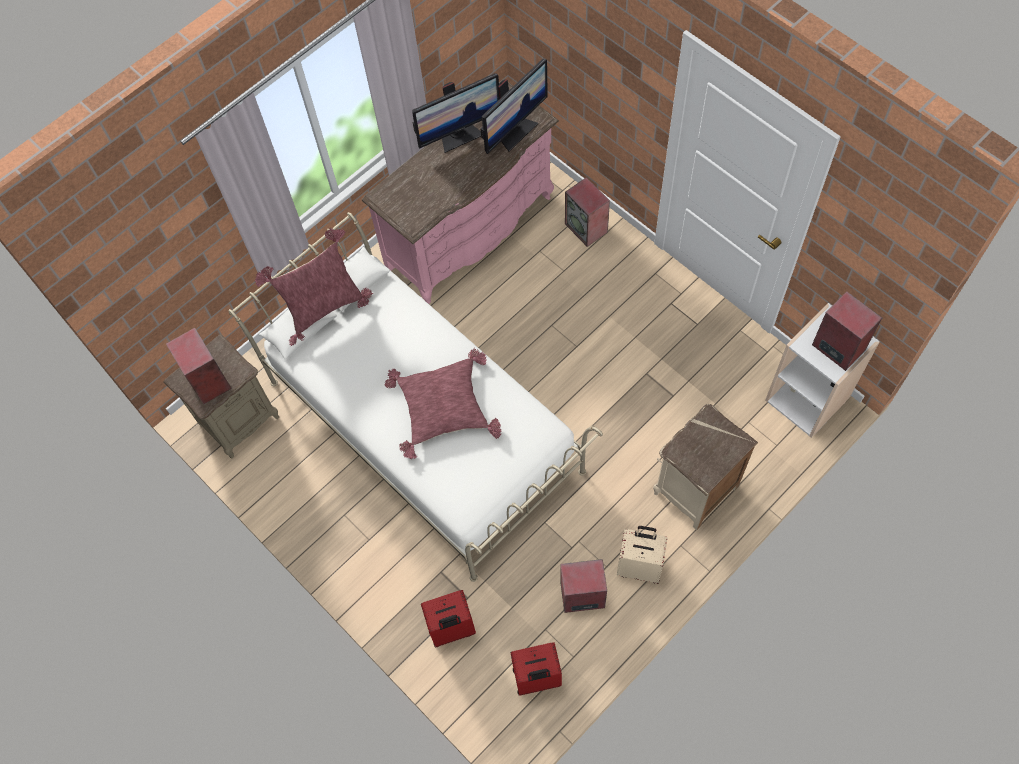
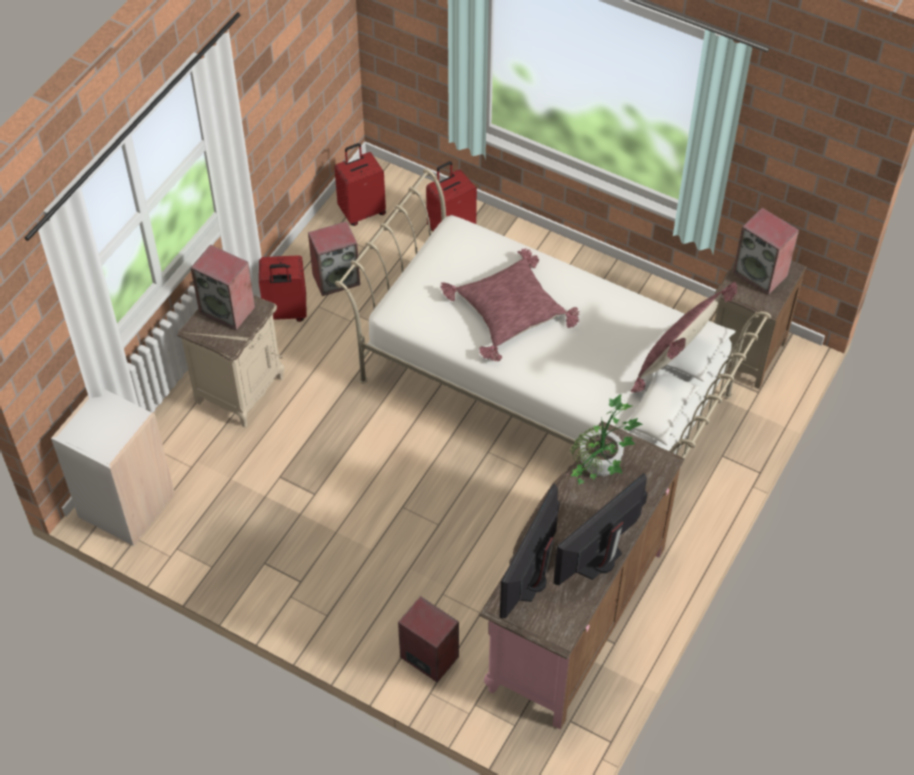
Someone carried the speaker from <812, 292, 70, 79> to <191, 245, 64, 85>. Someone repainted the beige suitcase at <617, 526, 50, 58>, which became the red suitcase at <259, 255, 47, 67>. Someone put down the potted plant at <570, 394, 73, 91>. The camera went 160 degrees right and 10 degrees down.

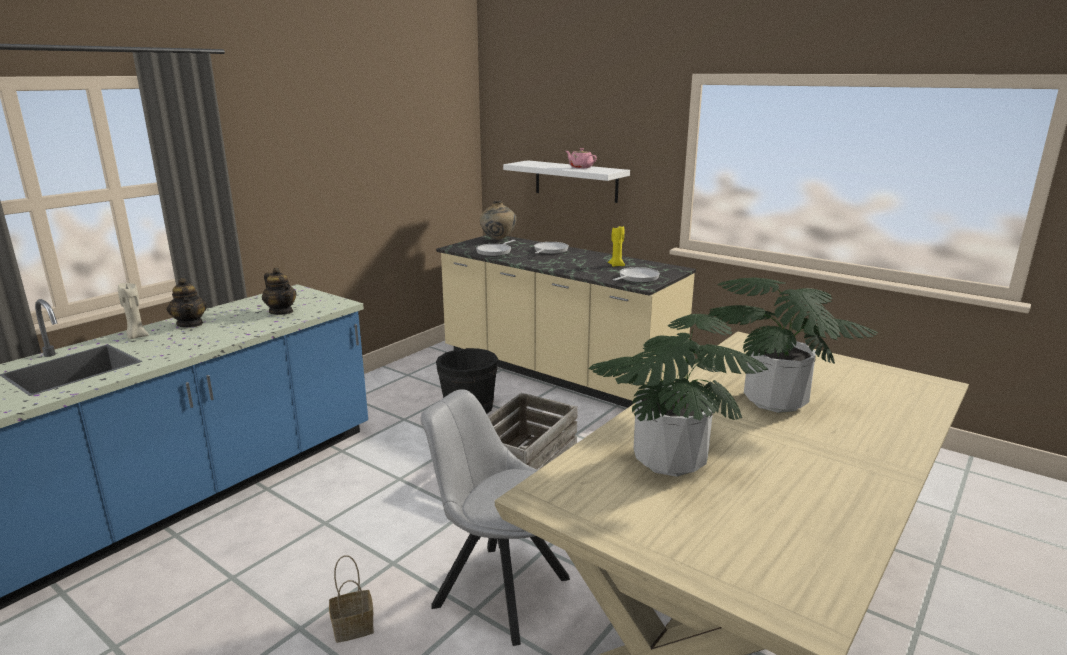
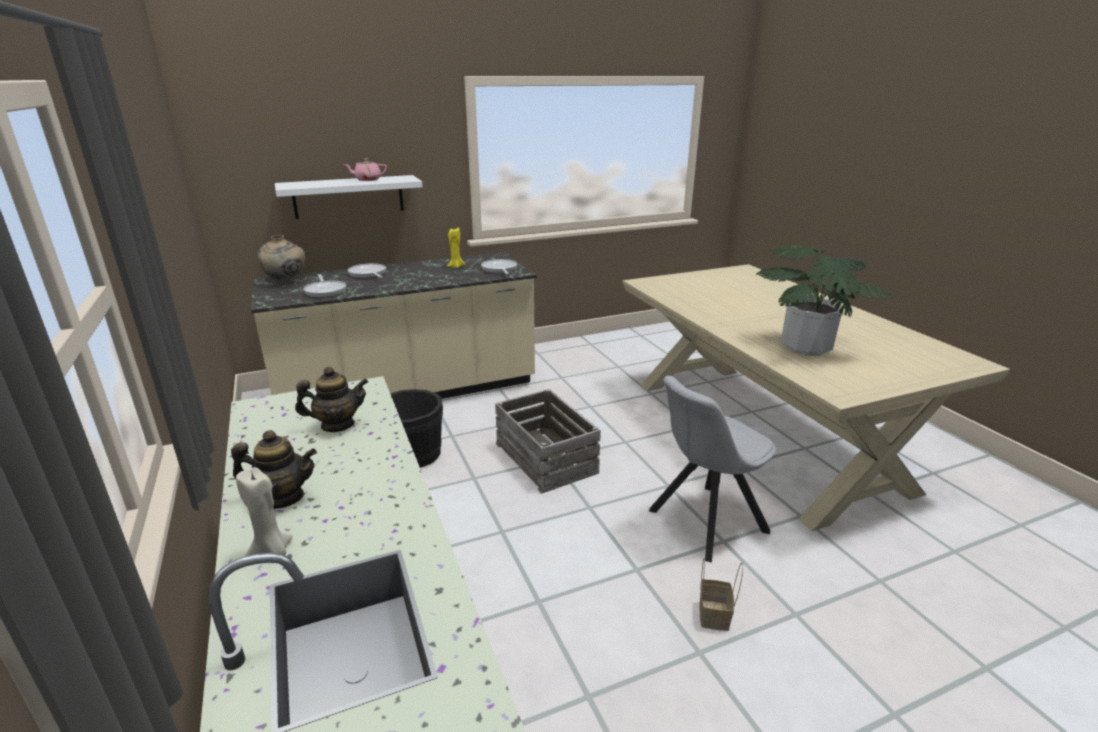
Someone took away the potted plant at <708, 277, 170, 136>. The camera went 60 degrees left and 5 degrees up.

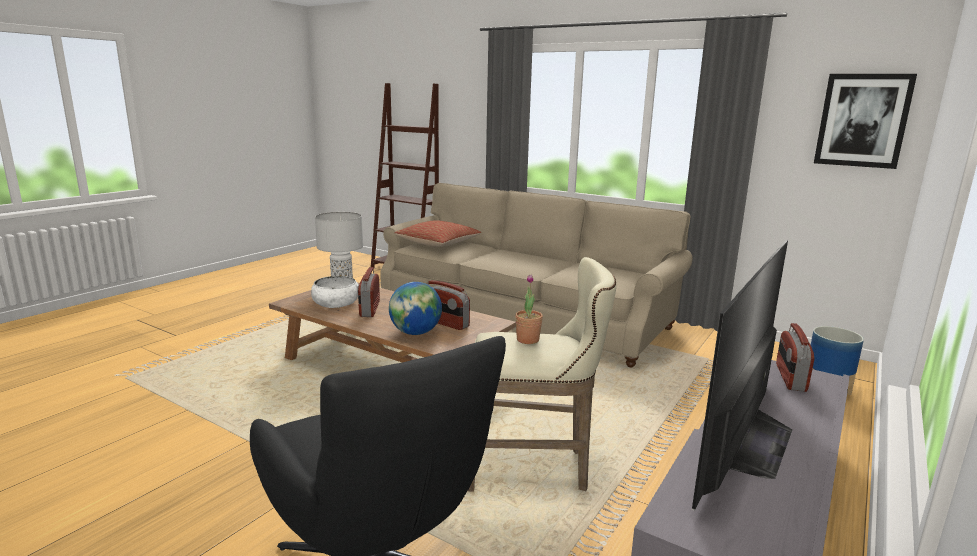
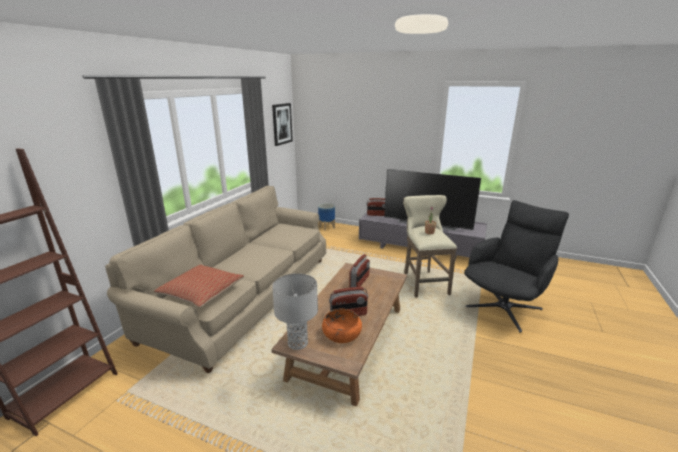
Someone repainted the white bowl at <311, 276, 48, 32>, which became the orange bowl at <322, 309, 40, 34>. Someone took away the globe at <389, 282, 53, 53>. The camera went 100 degrees left and 5 degrees up.

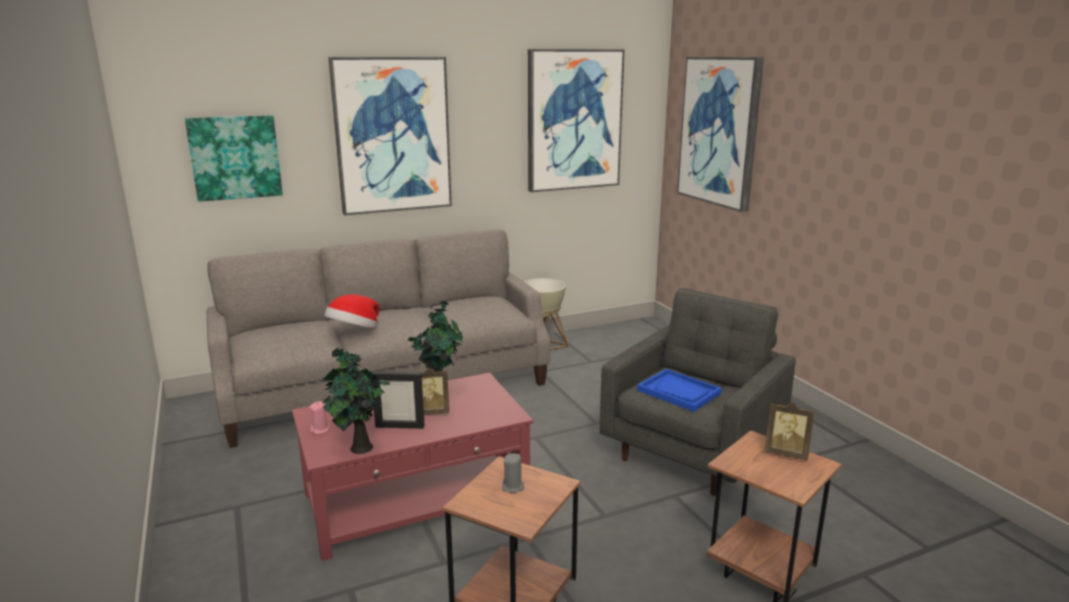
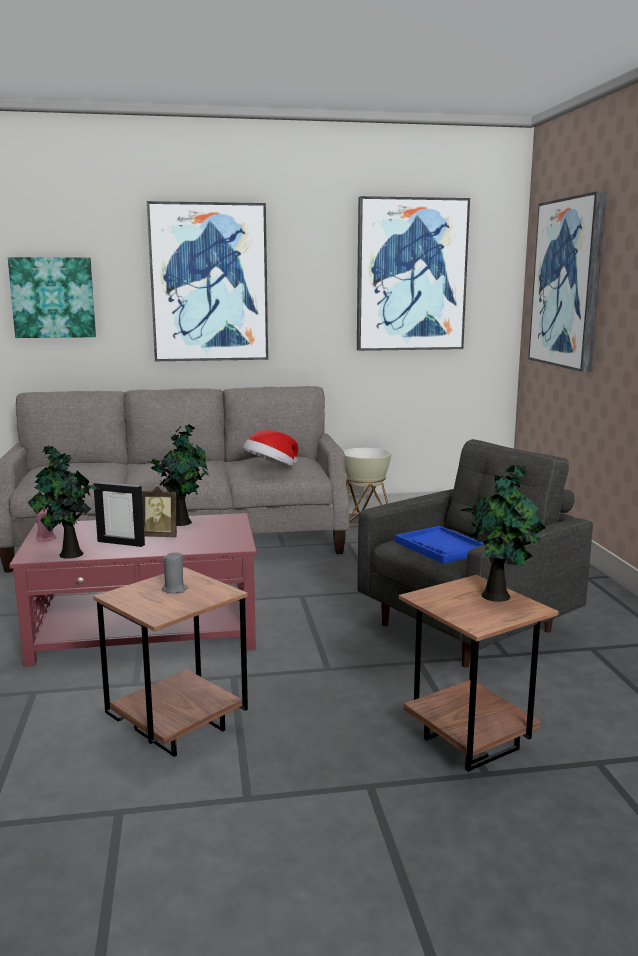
Someone carried the hat from <324, 294, 55, 35> to <243, 430, 55, 37>. Someone swapped the picture frame at <764, 402, 51, 58> for the potted plant at <461, 465, 85, 137>. The camera went 15 degrees right and 5 degrees down.

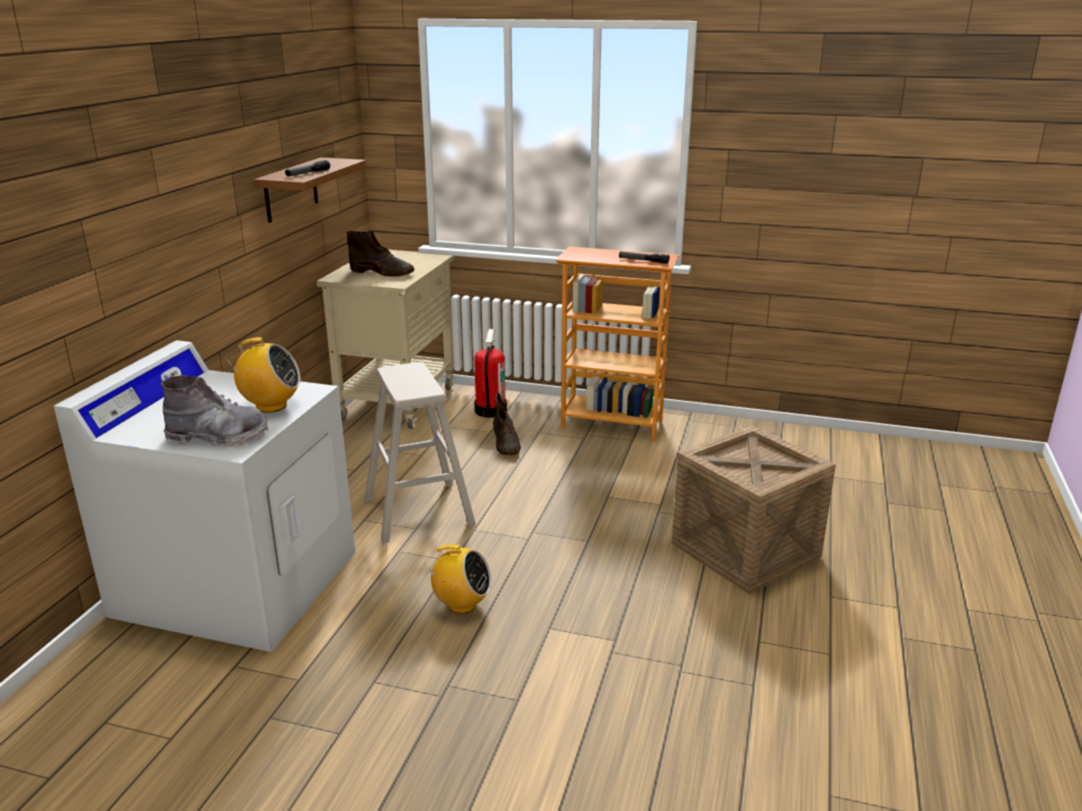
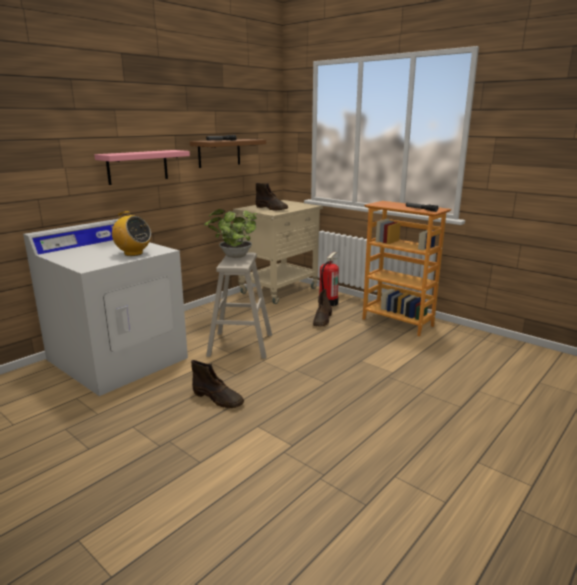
Someone took away the grey boot at <161, 375, 107, 72>. Someone took away the crate at <672, 425, 164, 169>. Someone swapped the radio at <424, 545, 67, 69> for the brown boot at <191, 360, 53, 48>. Someone put up the pink shelf at <94, 150, 96, 35>. Someone put down the potted plant at <204, 209, 53, 49>. The camera went 25 degrees right and 5 degrees down.

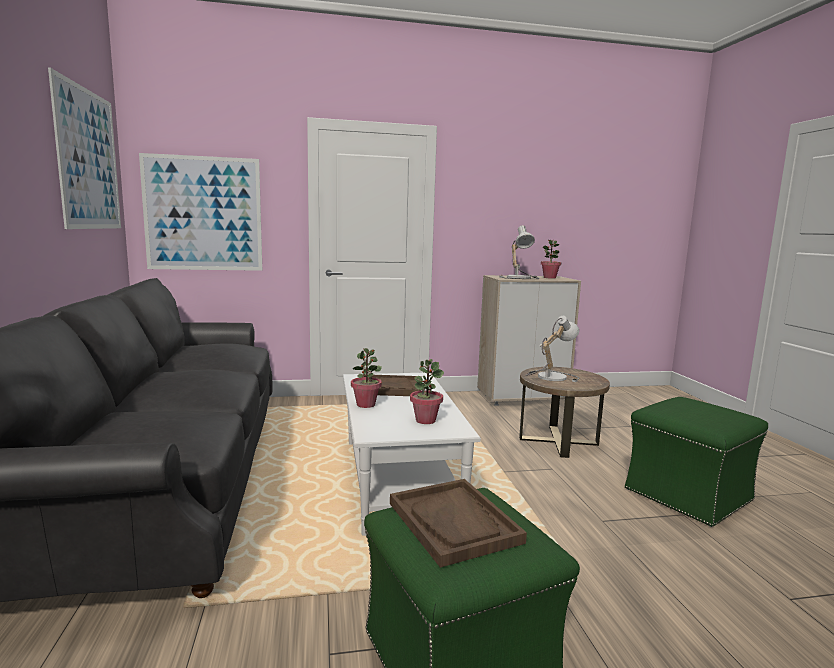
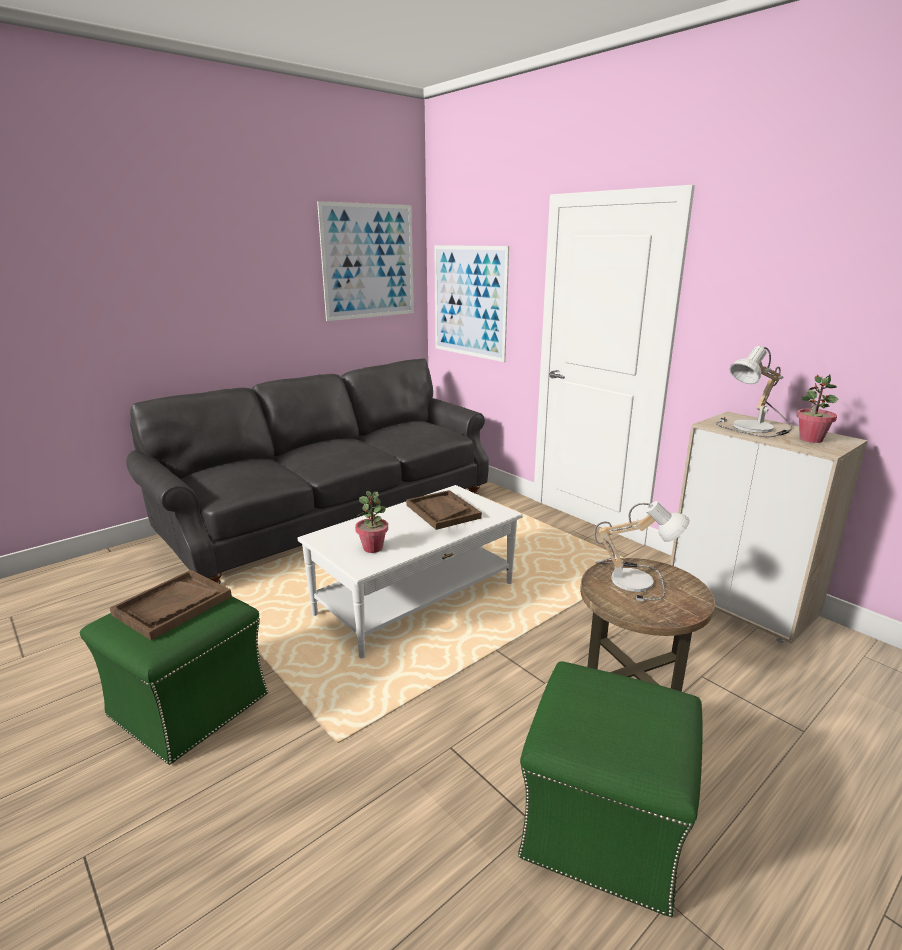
Someone took away the potted plant at <351, 348, 31, 60>. The camera went 60 degrees right and 10 degrees up.

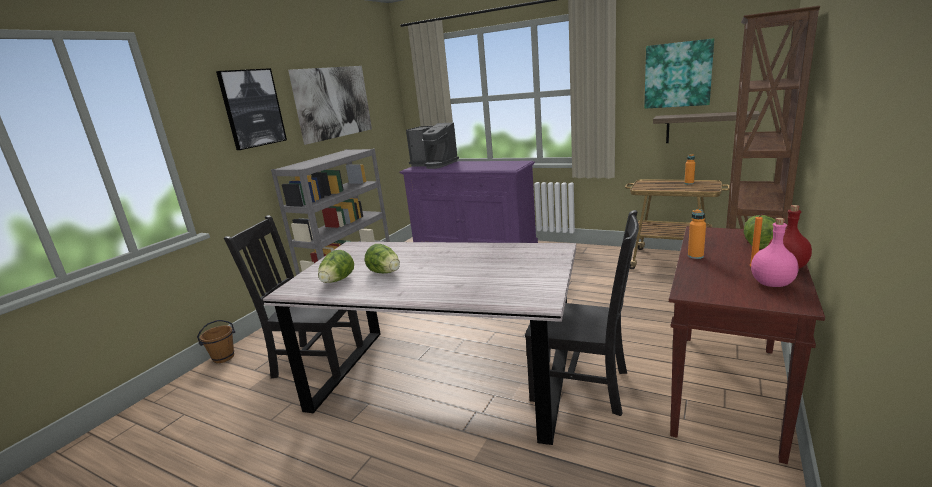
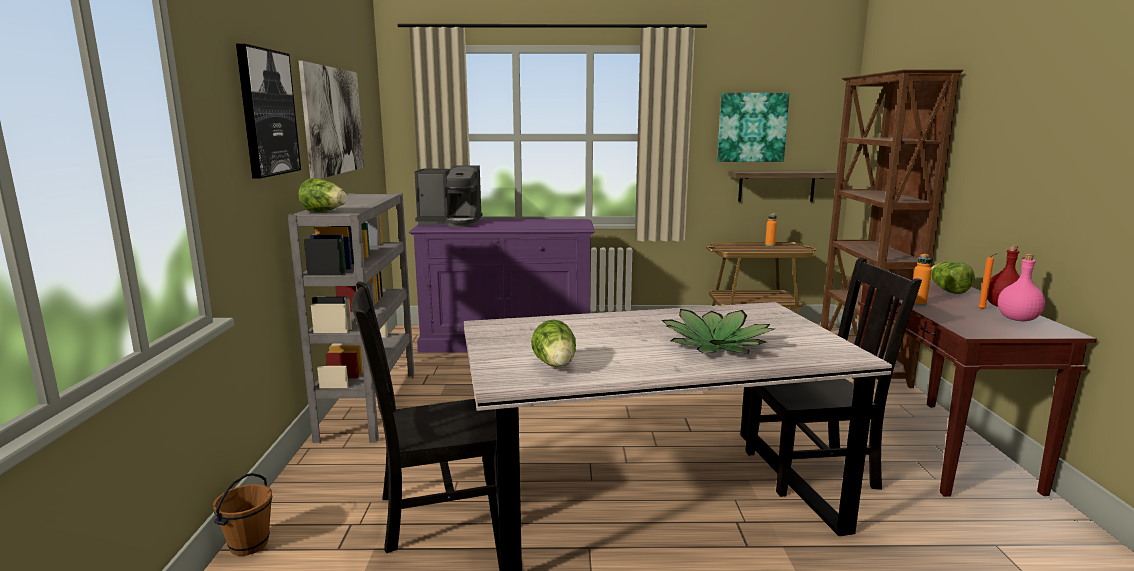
Someone carried the lettuce from <365, 244, 35, 29> to <298, 178, 49, 34>. Someone put down the potted plant at <662, 309, 112, 45>. The camera went 30 degrees left and 5 degrees down.

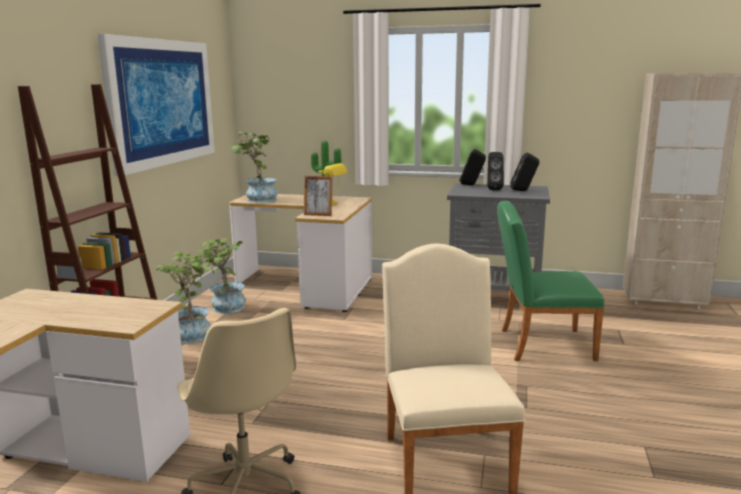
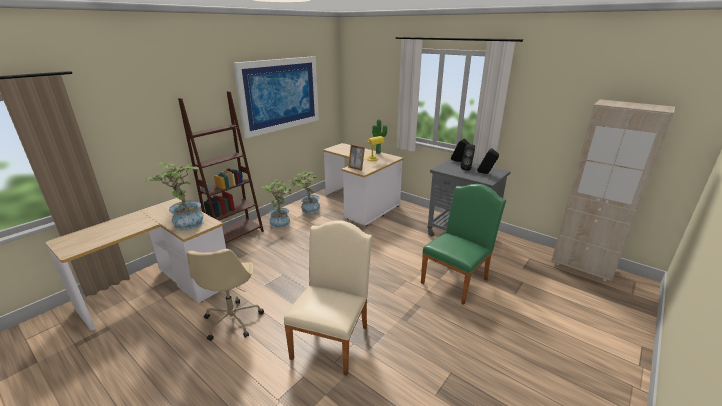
Someone carried the potted plant from <229, 131, 49, 72> to <145, 162, 58, 68>. Someone rotated the green chair at <497, 201, 108, 160> by 105 degrees clockwise. The camera went 25 degrees right and 10 degrees up.

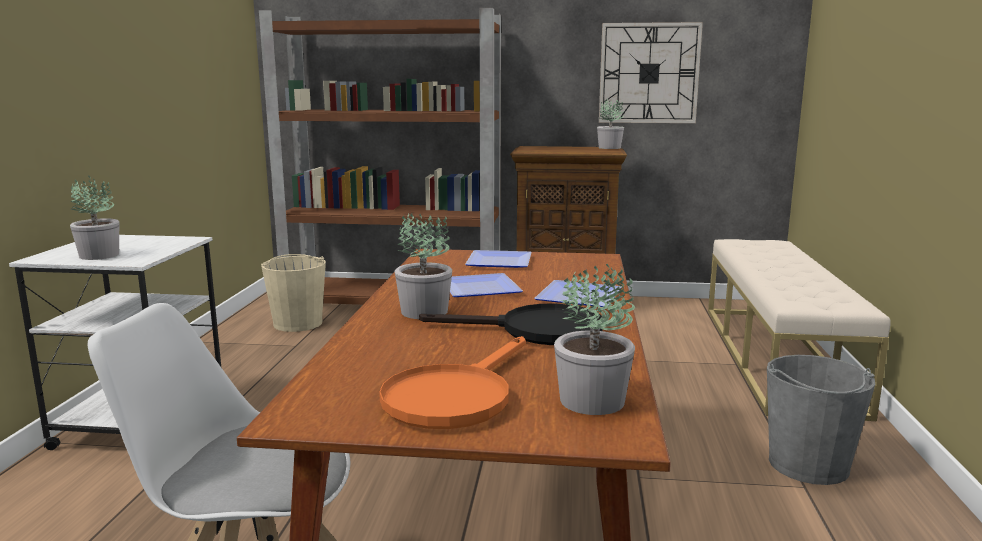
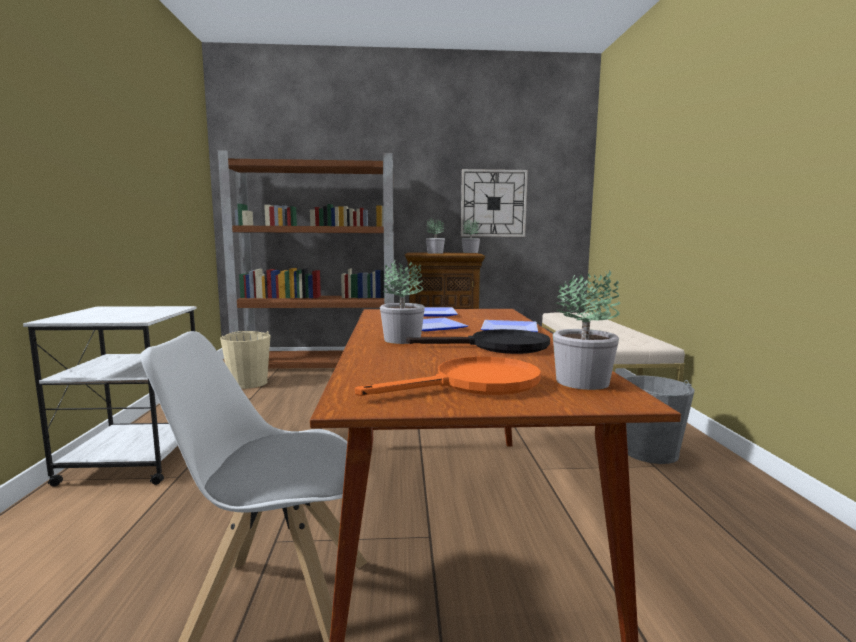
Someone carried the potted plant from <70, 175, 49, 85> to <426, 218, 19, 36>. Someone rotated the orange frying pan at <379, 336, 147, 93> by 135 degrees counterclockwise. The camera went 10 degrees left and 5 degrees down.

